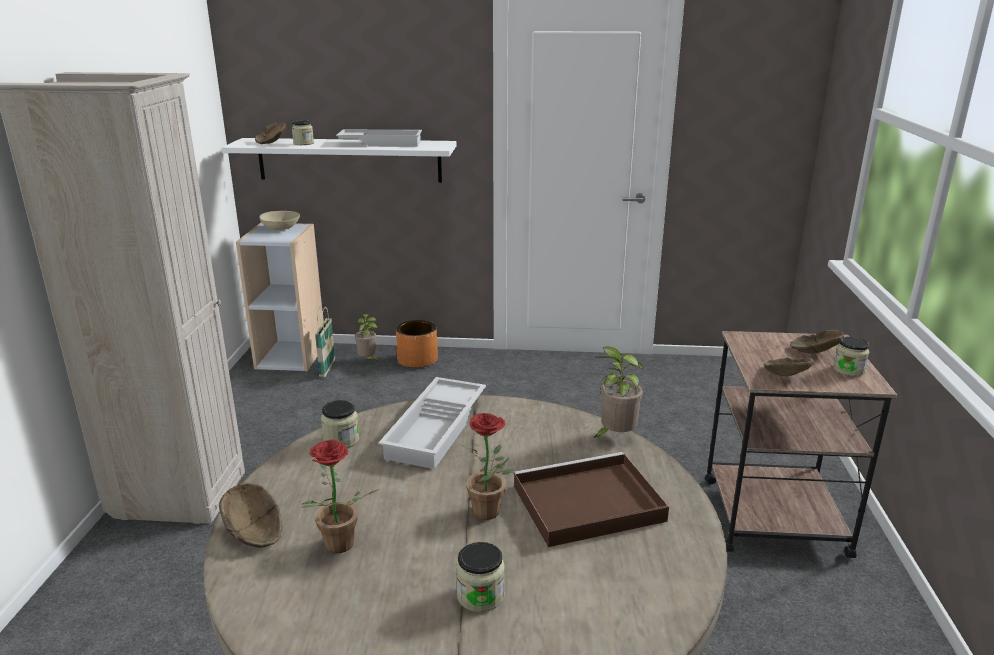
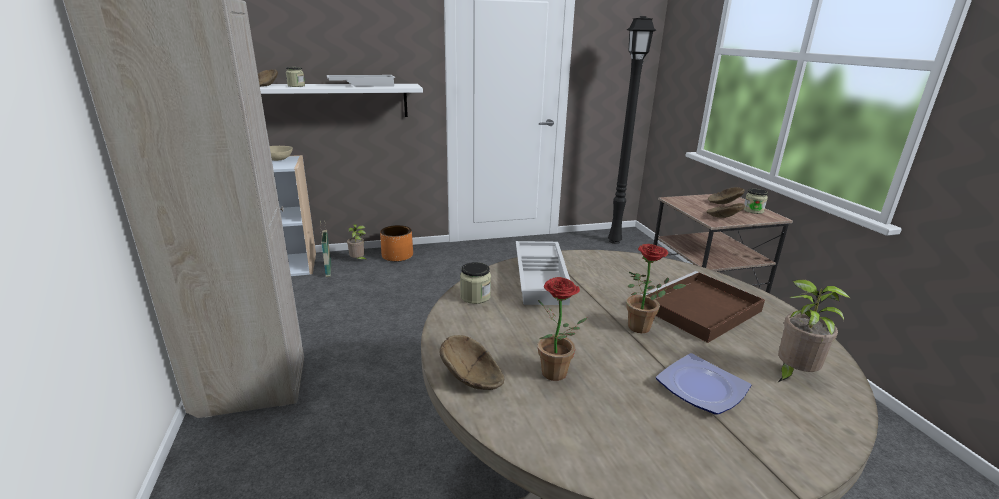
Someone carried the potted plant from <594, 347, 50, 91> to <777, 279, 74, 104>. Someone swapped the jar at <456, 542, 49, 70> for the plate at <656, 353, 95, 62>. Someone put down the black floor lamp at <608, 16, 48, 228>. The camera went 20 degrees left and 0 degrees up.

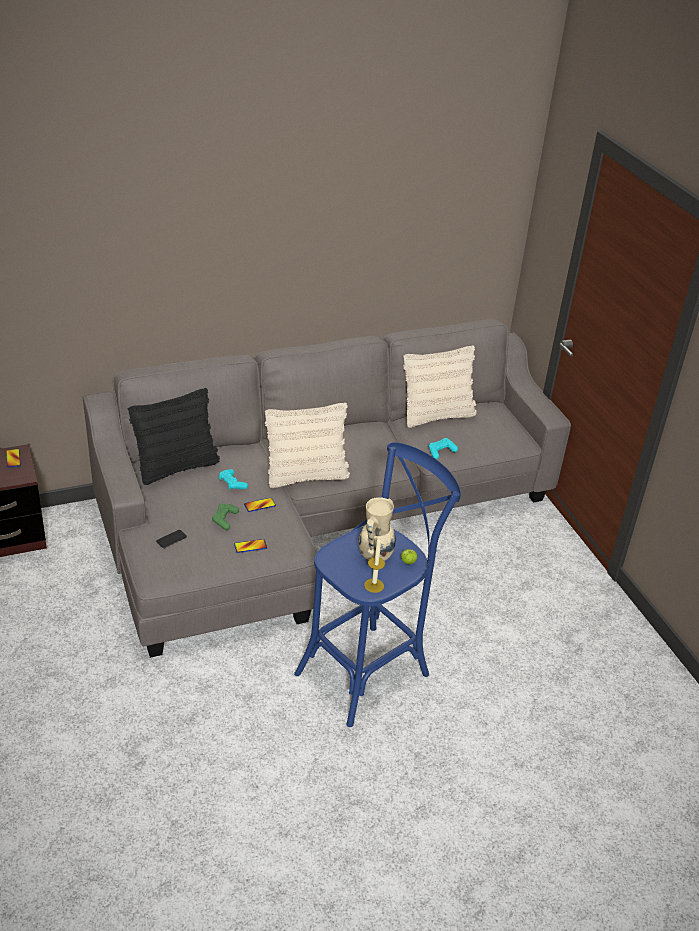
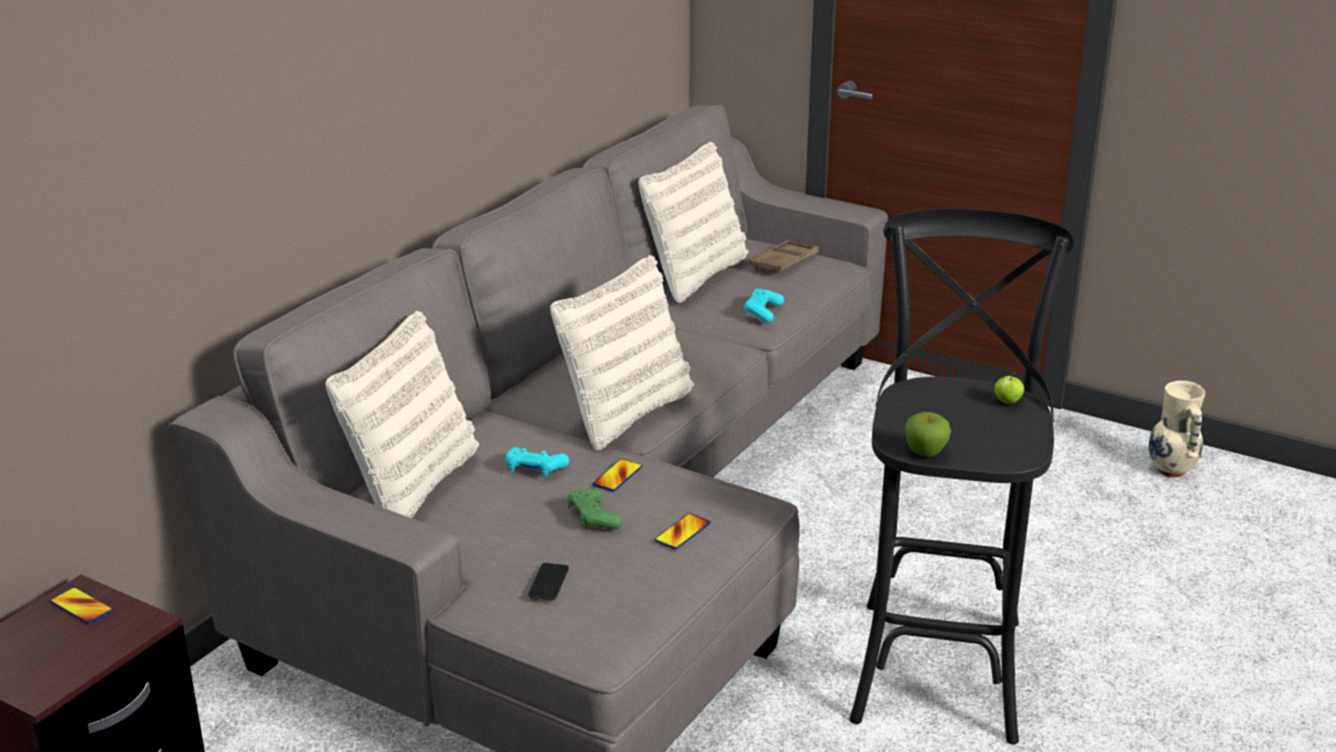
Someone repainted the black pillow at <128, 388, 92, 97>, which became the beige pillow at <325, 311, 154, 207>. Someone repainted the blue stool at <294, 442, 167, 285>, which became the black stool at <849, 208, 225, 536>. Someone carried the beige vase from <358, 497, 38, 64> to <1149, 380, 56, 98>. Someone took away the candle at <364, 537, 21, 56>. Someone put down the brown tray at <749, 240, 70, 34>. Someone put down the apple at <904, 412, 47, 45>. The camera went 35 degrees left and 10 degrees down.

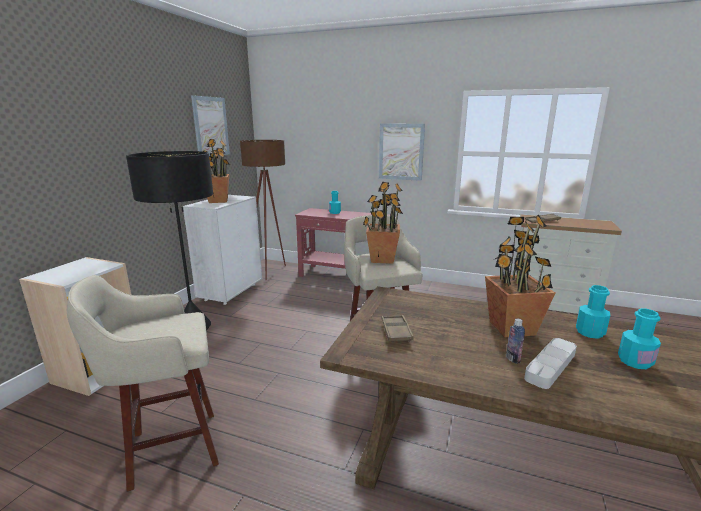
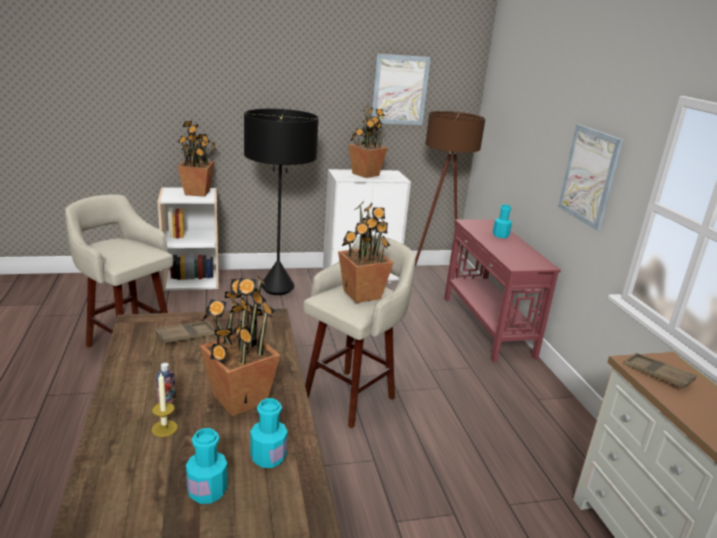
Someone swapped the grey tray at <524, 338, 53, 51> for the candle at <152, 372, 26, 65>. Someone put down the potted plant at <177, 121, 39, 76>. The camera went 55 degrees right and 5 degrees up.

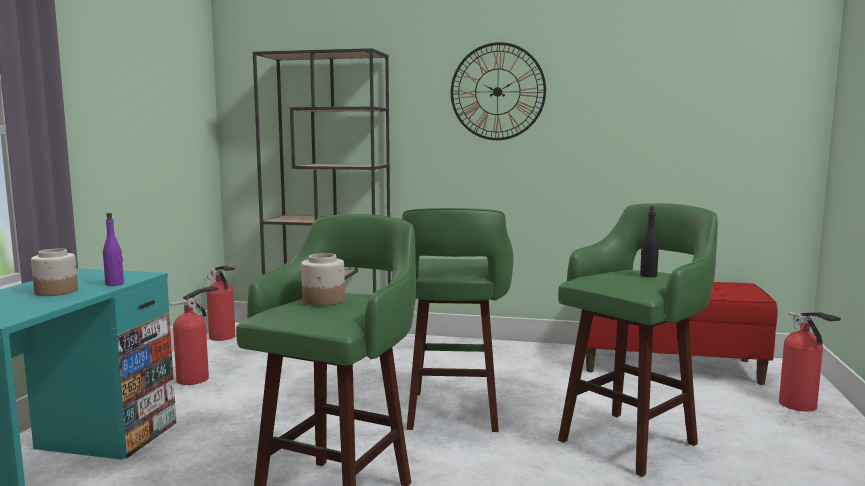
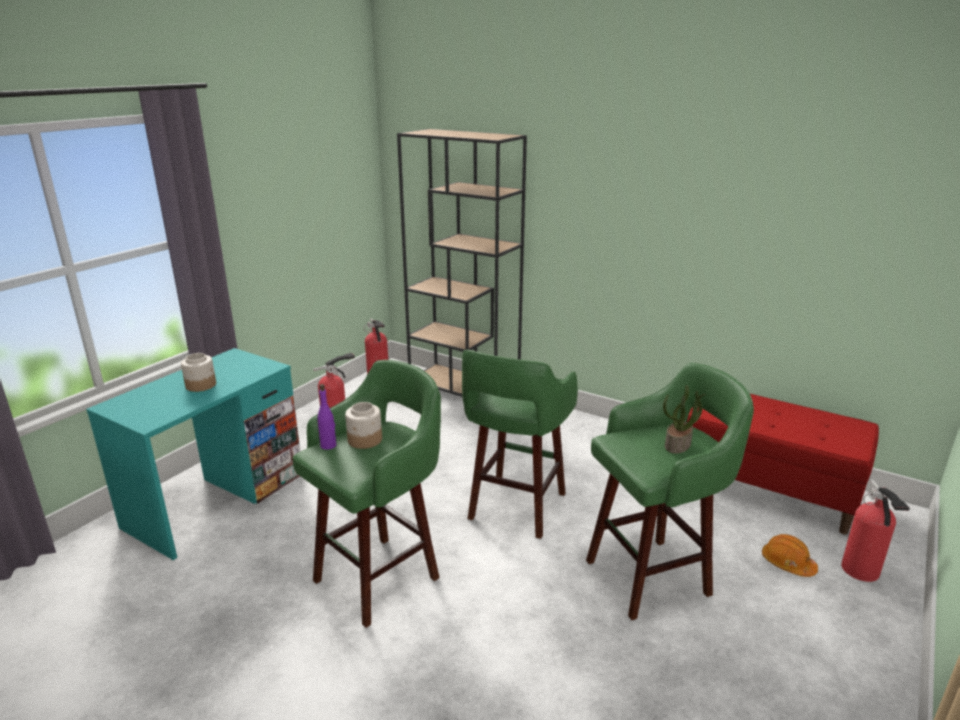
Someone took away the wall clock at <451, 42, 95, 98>. Someone swapped the black bottle at <640, 206, 19, 71> for the potted plant at <663, 385, 42, 69>. Someone carried the purple bottle from <103, 213, 21, 73> to <317, 384, 19, 66>. Someone put down the orange hard hat at <762, 534, 56, 43>. The camera went 20 degrees right and 15 degrees up.

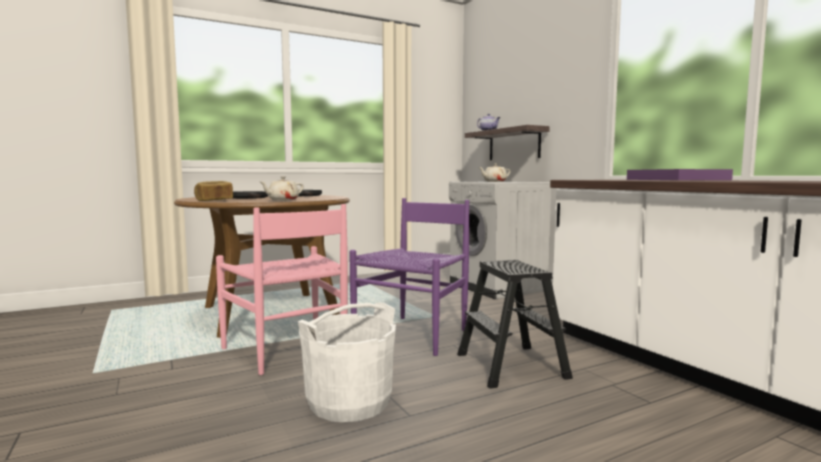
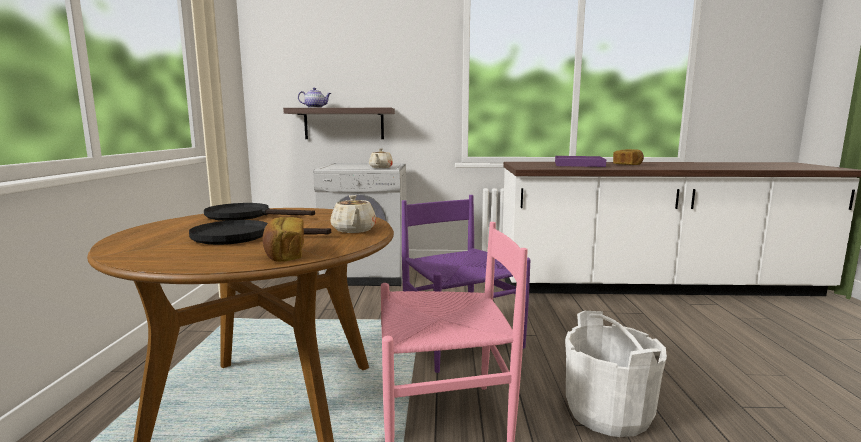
Someone took away the black step ladder at <457, 260, 116, 128>. Someone put down the bread at <613, 149, 31, 16>. The camera went 60 degrees left and 5 degrees up.

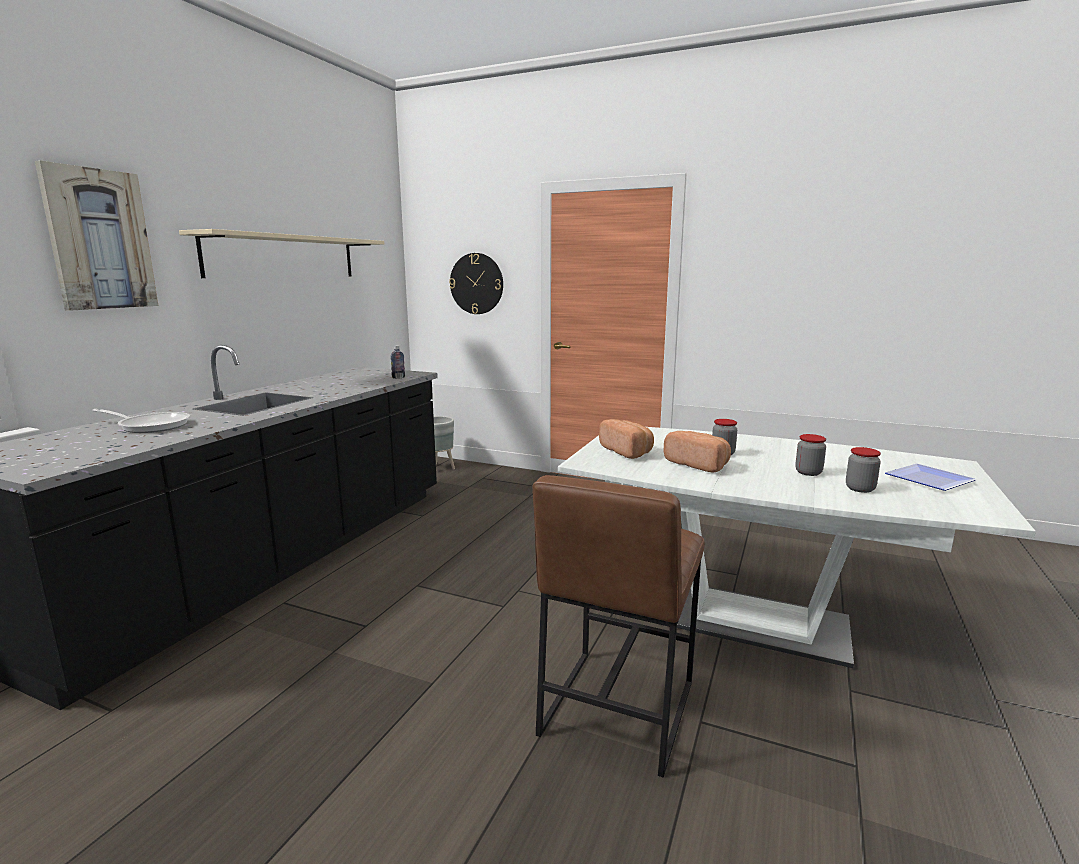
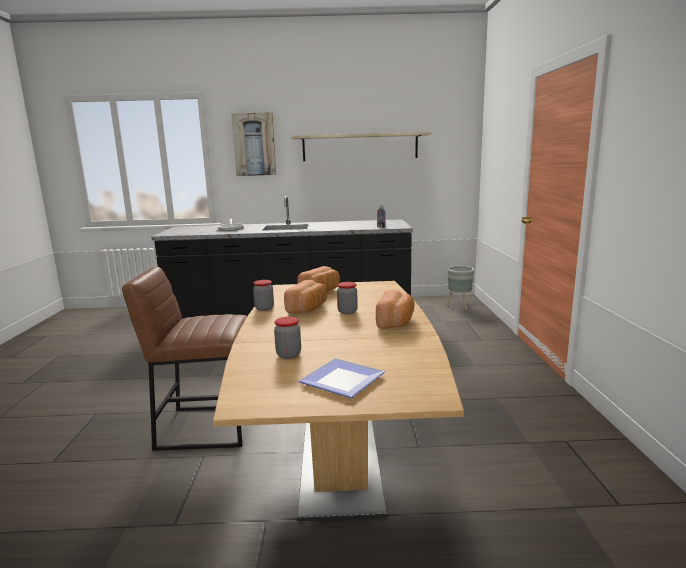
Someone took away the wall clock at <449, 253, 54, 61>. Someone repainted the white dining table at <558, 427, 478, 241>, which became the brown dining table at <213, 281, 251, 240>. Someone carried the jar from <795, 434, 31, 42> to <253, 280, 21, 31>. Someone put down the bread at <376, 290, 38, 39>. The camera went 65 degrees right and 0 degrees up.

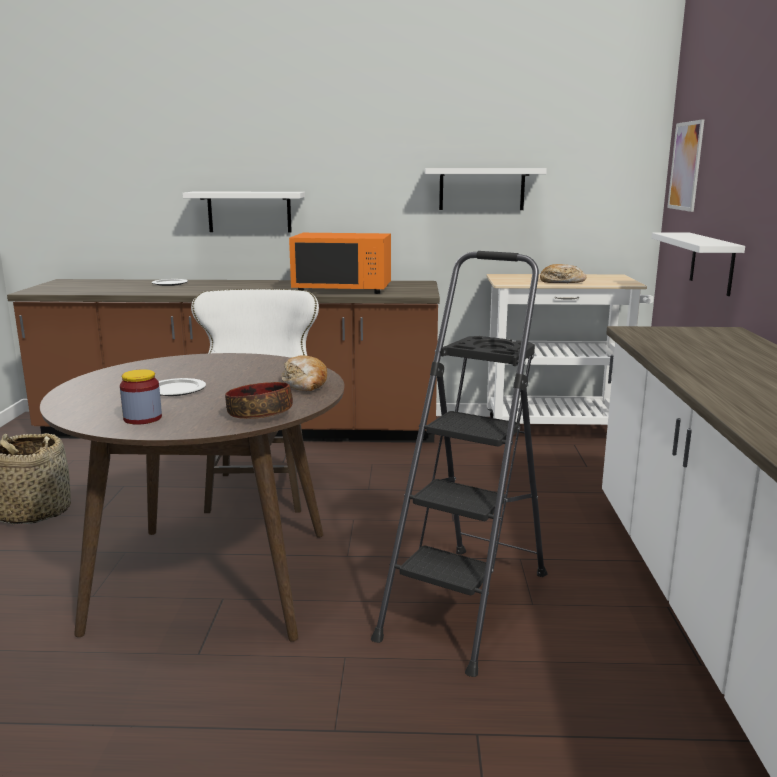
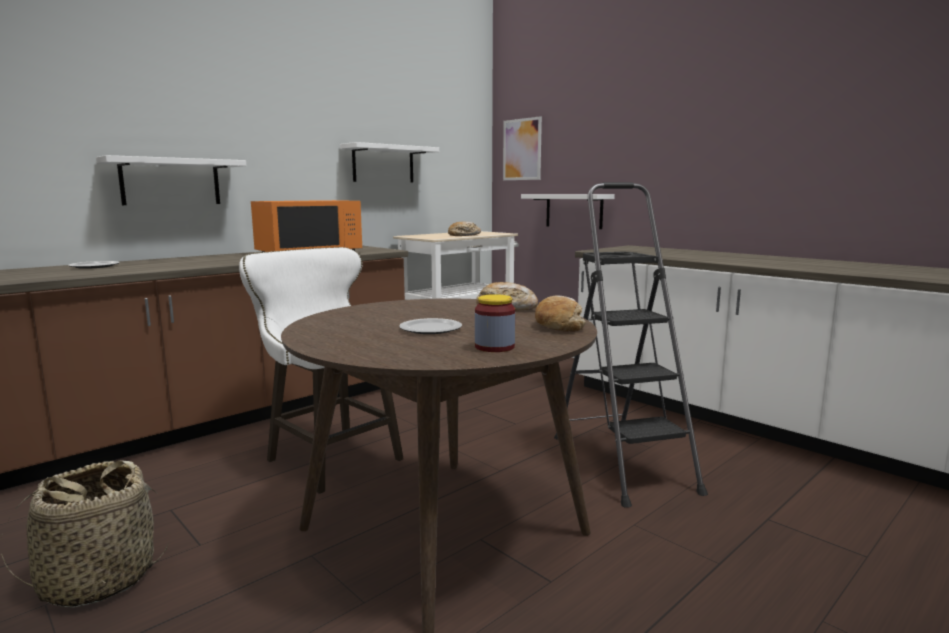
Someone swapped the bowl at <225, 382, 68, 37> for the bread at <535, 295, 51, 37>. The camera went 45 degrees left and 5 degrees down.

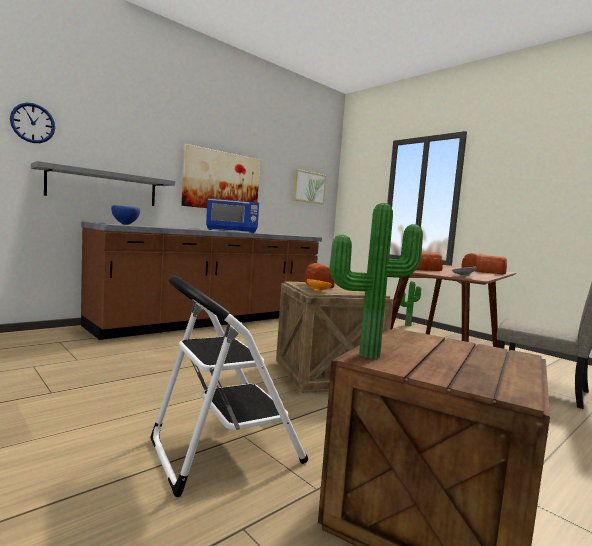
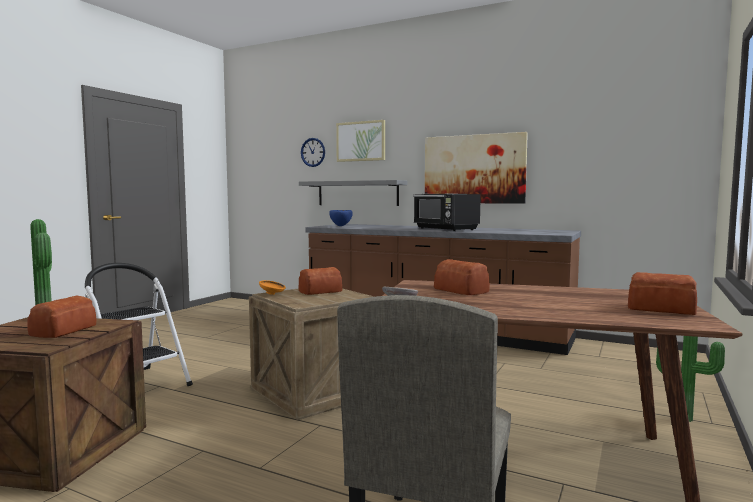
Someone carried the picture from <293, 169, 33, 36> to <336, 120, 49, 42>. Someone repainted the blue microwave at <206, 198, 53, 35>, which became the black microwave at <413, 194, 68, 37>. Someone carried the bread from <474, 255, 33, 19> to <27, 296, 70, 42>. The camera went 70 degrees right and 0 degrees up.

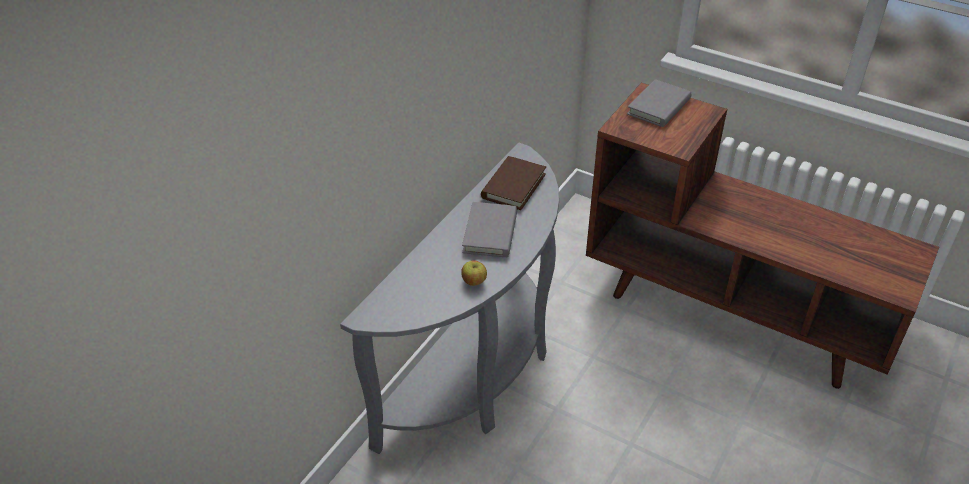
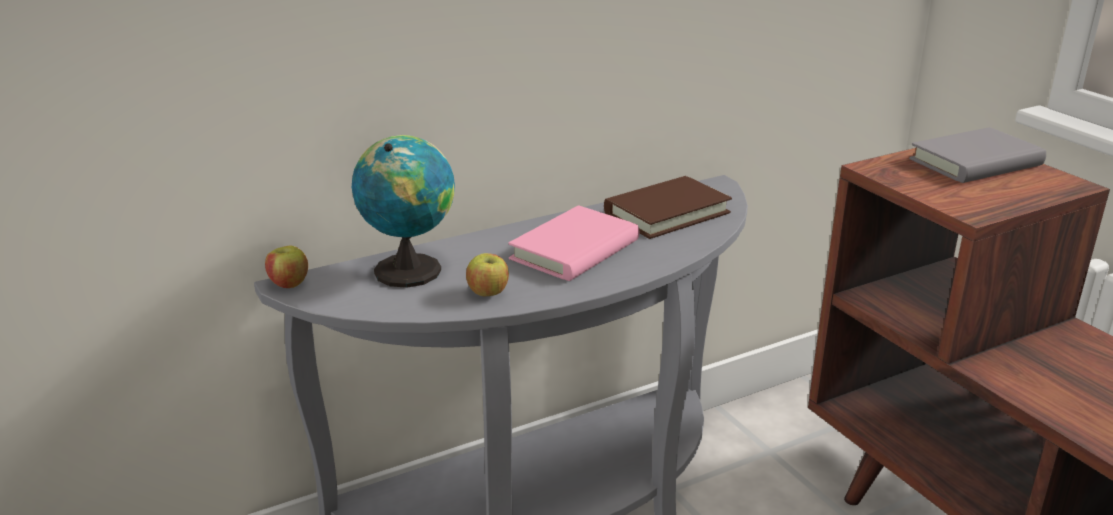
Someone repainted the grey book at <462, 202, 55, 55>, which became the pink book at <508, 205, 131, 76>. Someone put down the globe at <352, 135, 103, 153>. Someone put down the apple at <265, 246, 43, 42>. The camera went 30 degrees right and 15 degrees down.

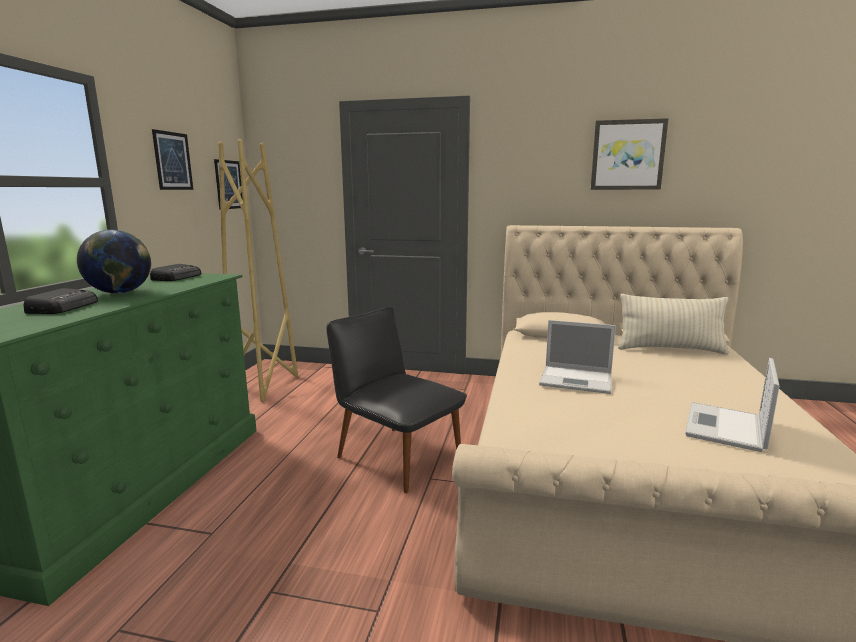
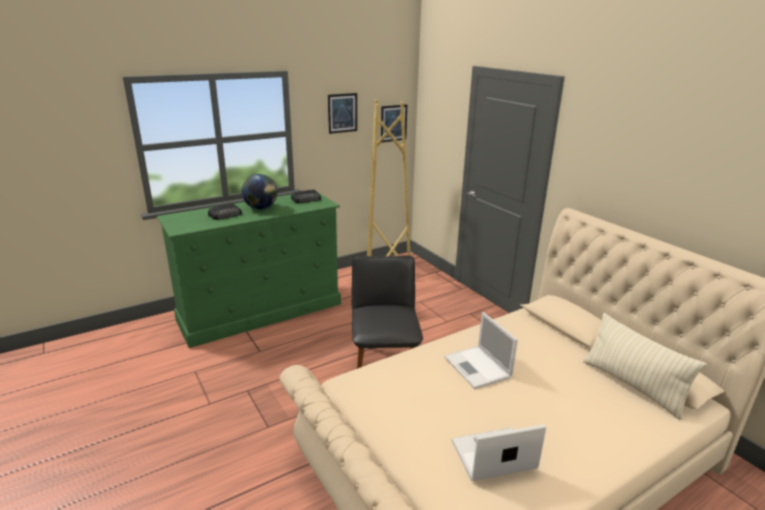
Someone took away the picture at <591, 118, 77, 72>. The camera went 45 degrees right and 10 degrees up.

